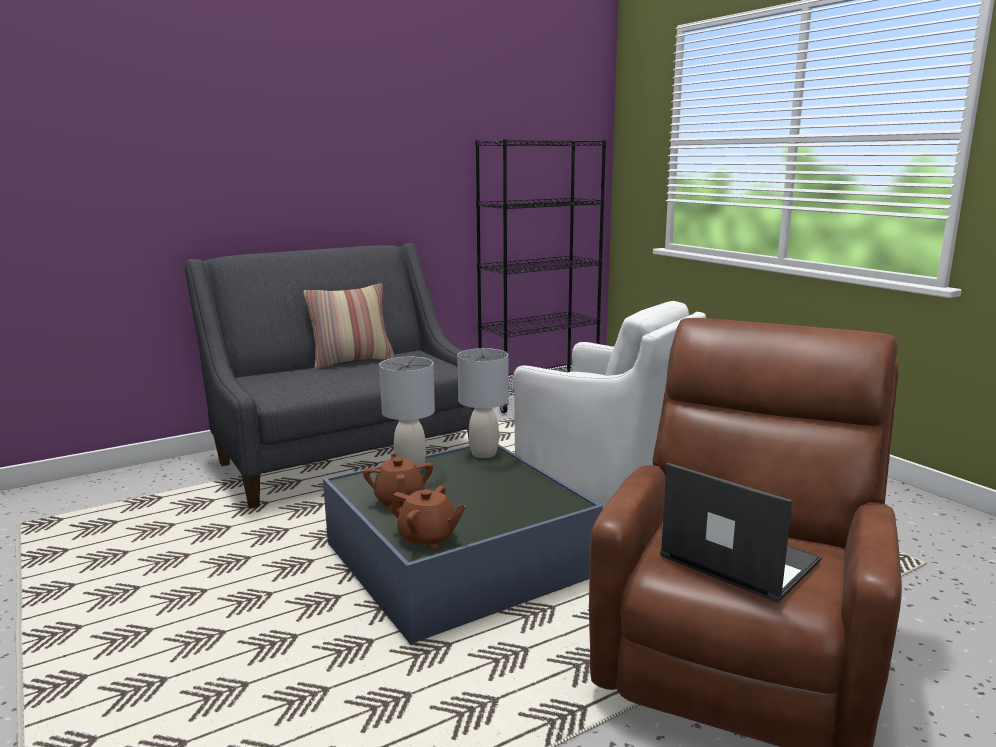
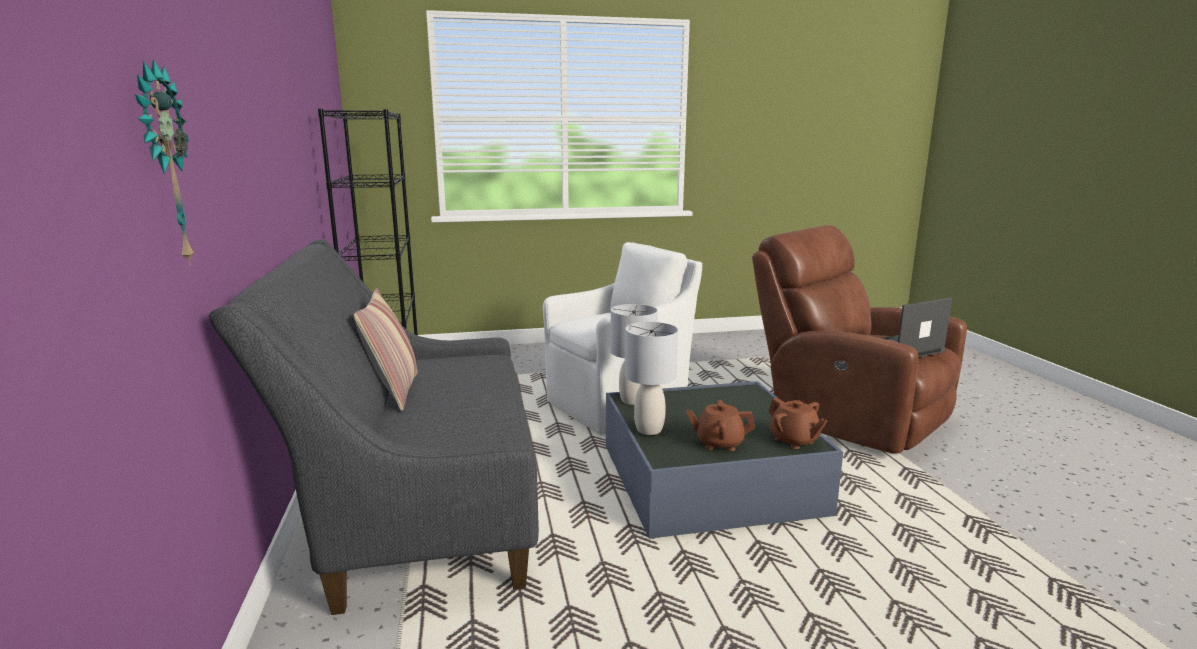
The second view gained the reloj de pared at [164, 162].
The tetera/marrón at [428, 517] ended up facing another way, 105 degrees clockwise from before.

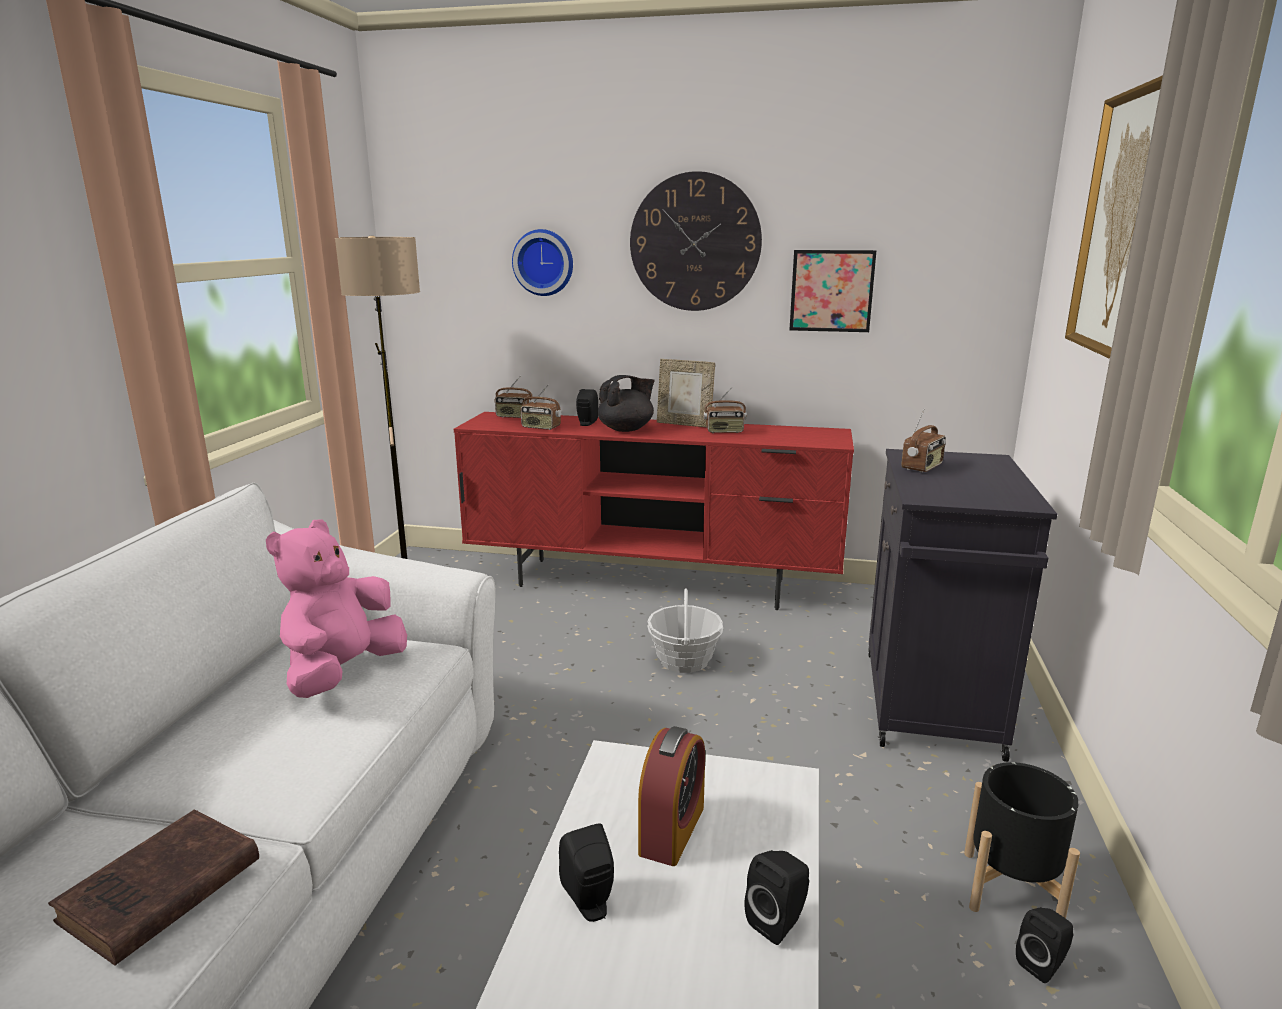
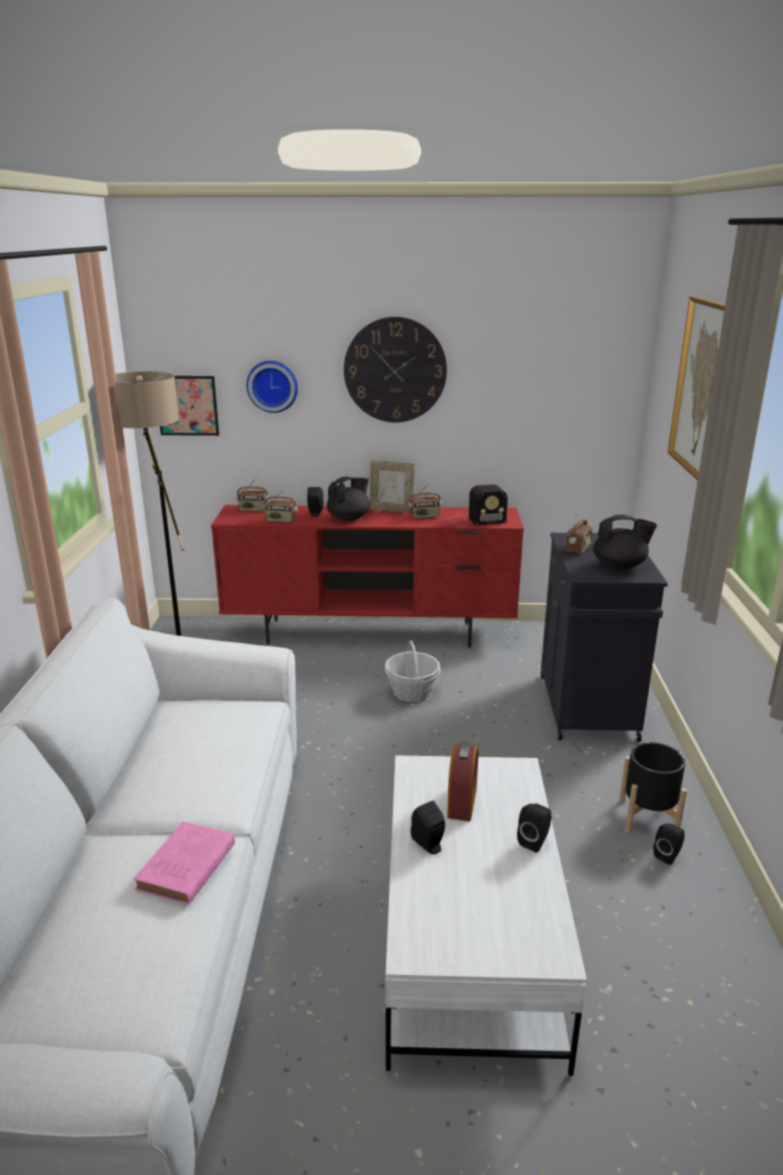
The second view lost the peluche/rosa at [336, 608].
The second view gained the radio at [478, 505].
The second view gained the tetera/negro at [625, 542].
The cuadro ended up elsewhere, having gone from [832, 291] to [189, 406].
What was the libro/marrón at [153, 888] turned into the libro/rosa at [184, 863].

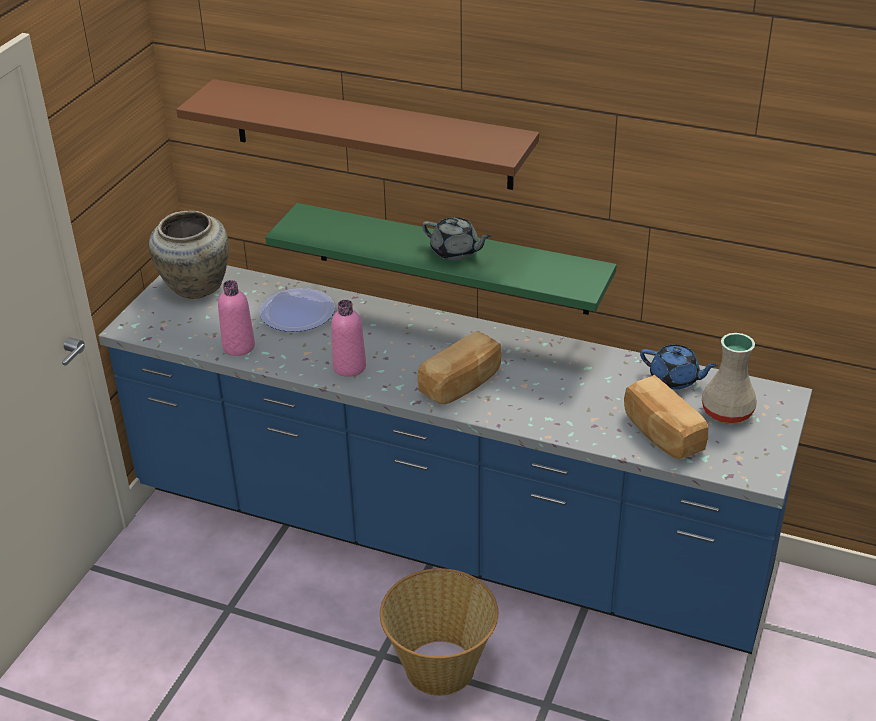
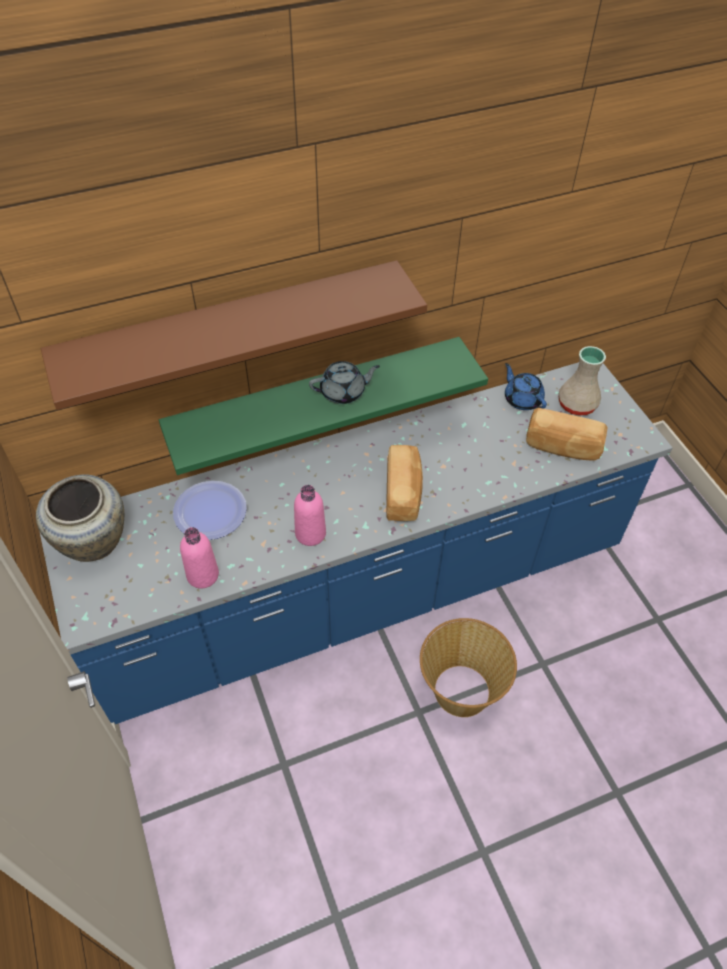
The tetera/azul at [679, 366] ended up facing another way, 105 degrees counterclockwise from before.

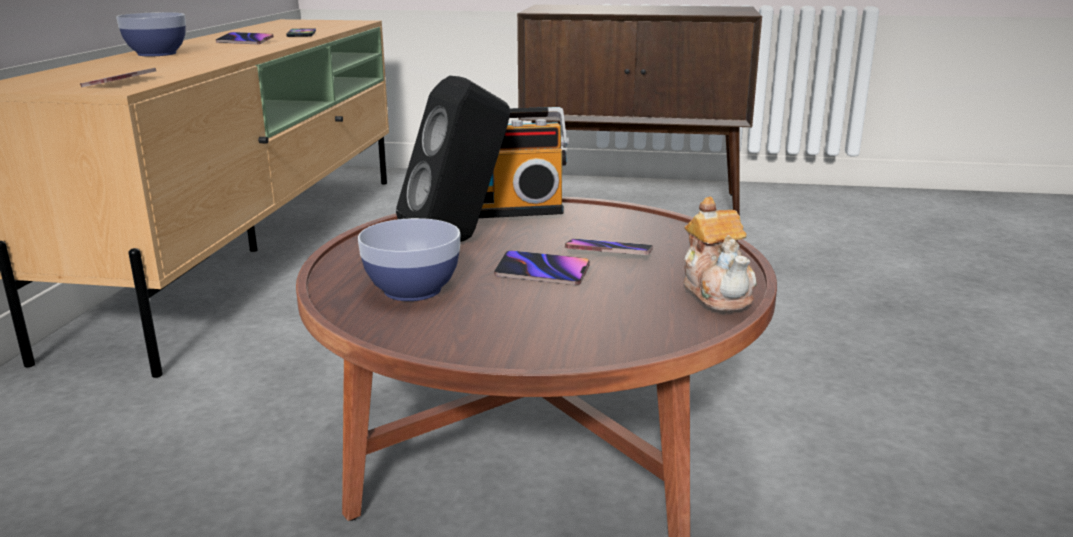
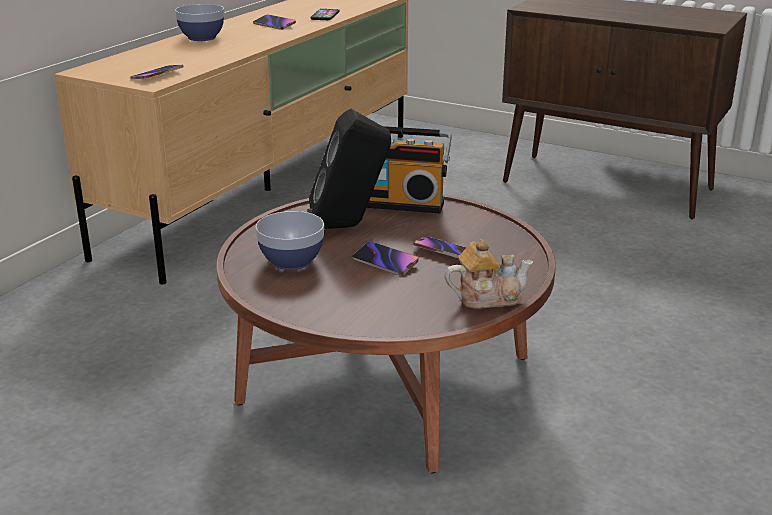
The tetera at [720, 253] ended up facing another way, 105 degrees counterclockwise from before.

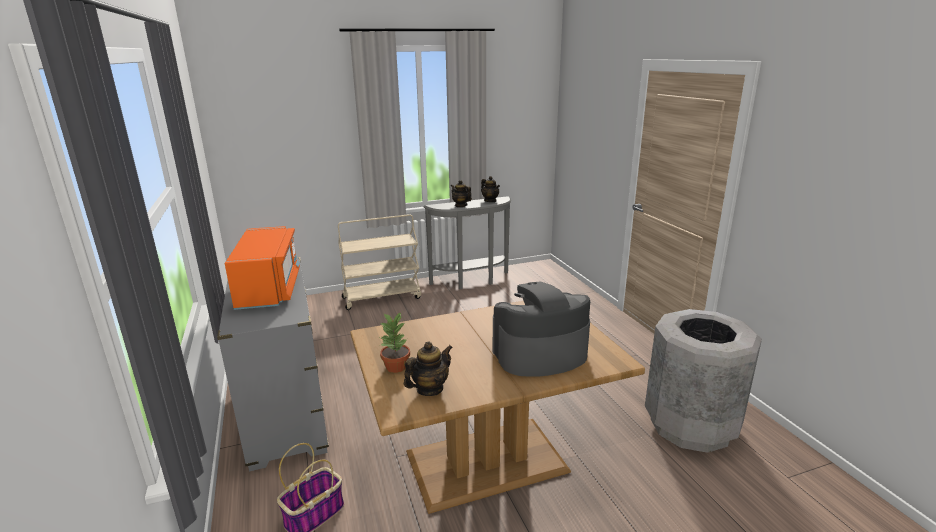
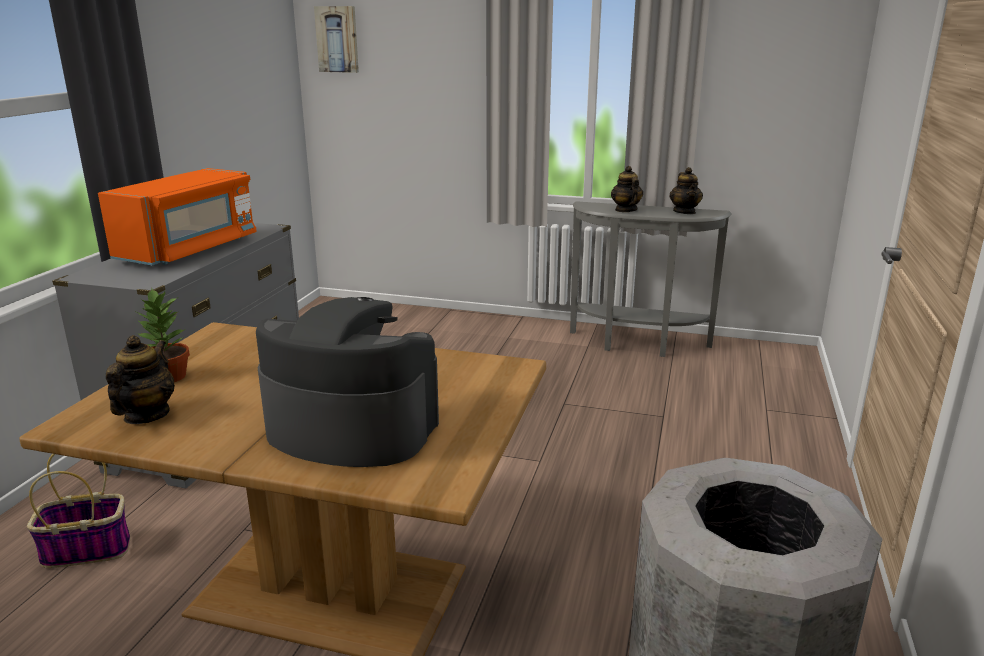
The second view lost the carrito/beis at [379, 262].
The second view gained the cuadro at [336, 39].
The tetera at [428, 368] ended up facing another way, 75 degrees counterclockwise from before.

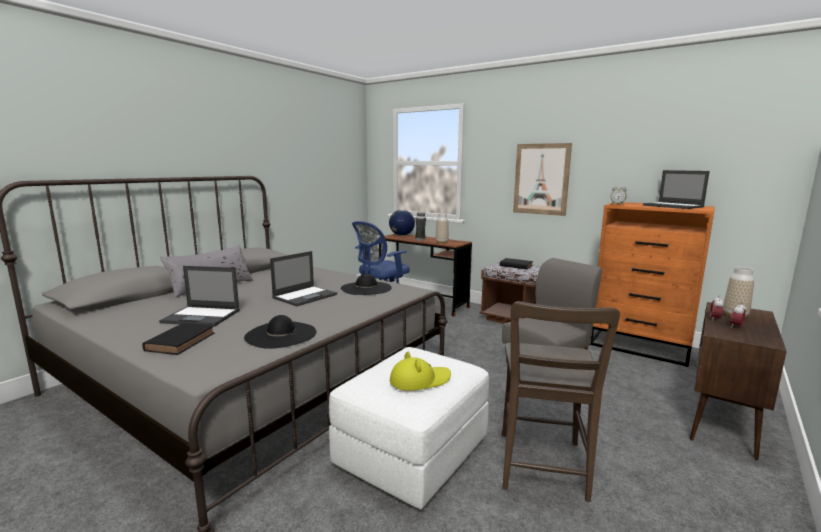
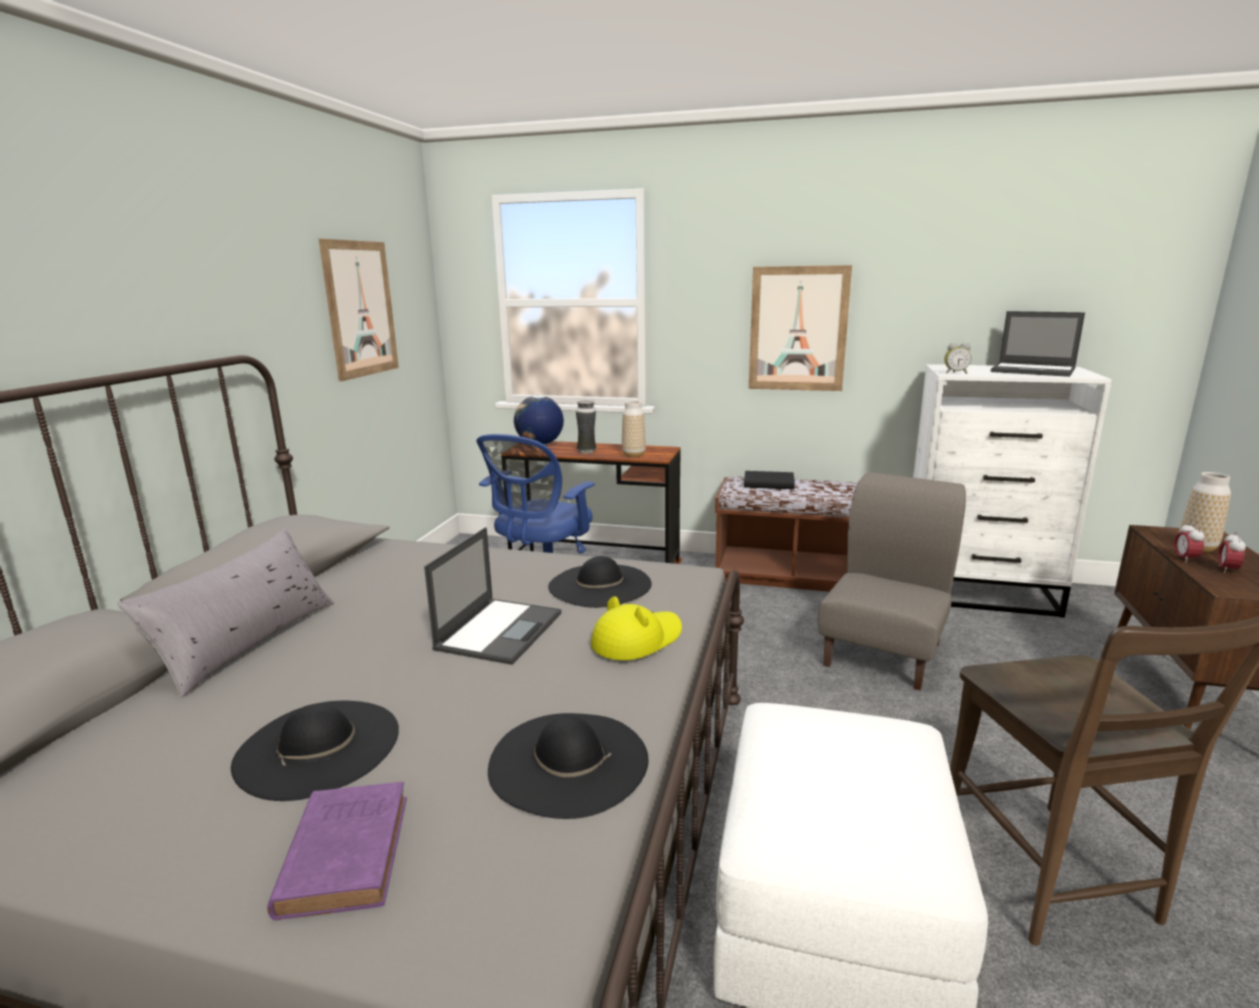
The second view gained the cuadro at [359, 310].
The sombrero/amarillo ended up elsewhere, having gone from [420, 371] to [636, 628].
Where the portátil stood at [199, 296], the sombrero/negro came to stand at [315, 750].
What was the libro/negro at [178, 339] turned into the libro/morado at [337, 851].
What was the cómoda/naranja at [652, 284] turned into the cómoda/blanco at [1012, 491].

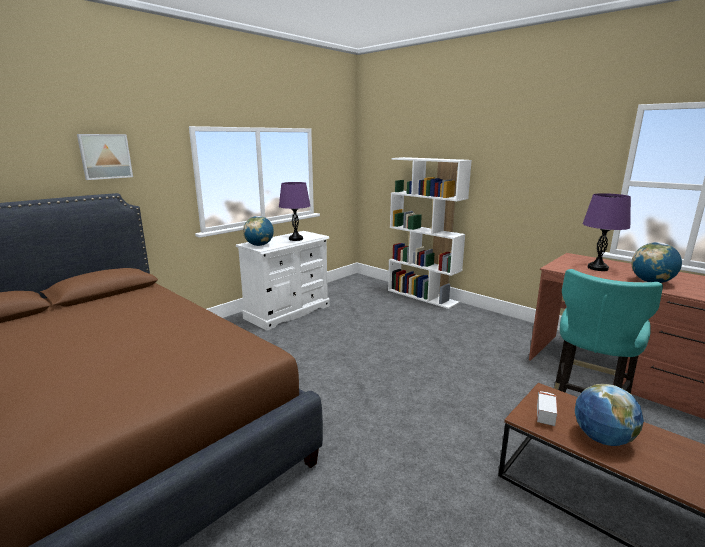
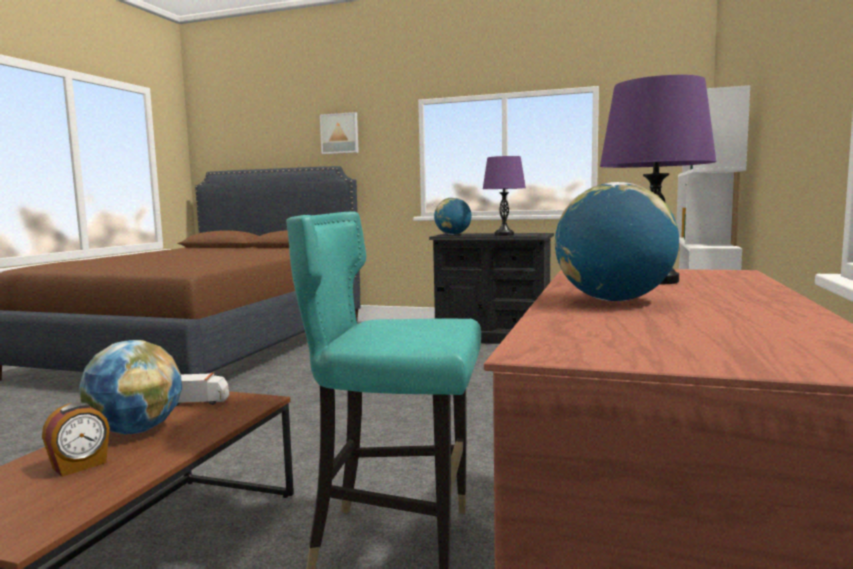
The second view gained the despertador at [76, 439].
What was the cómoda/blanco at [283, 281] turned into the cómoda/negro at [491, 288].

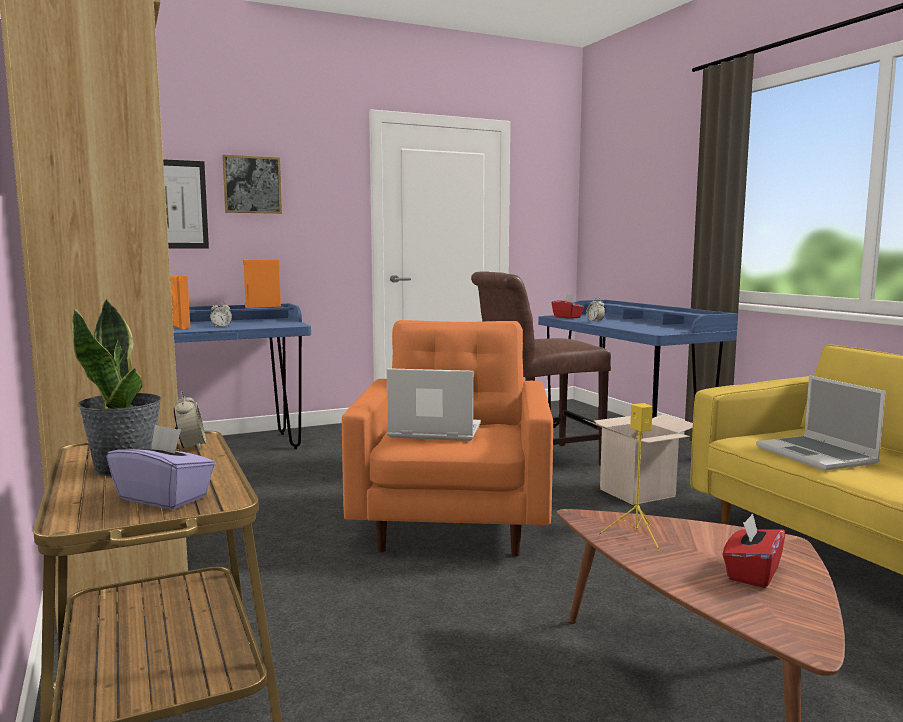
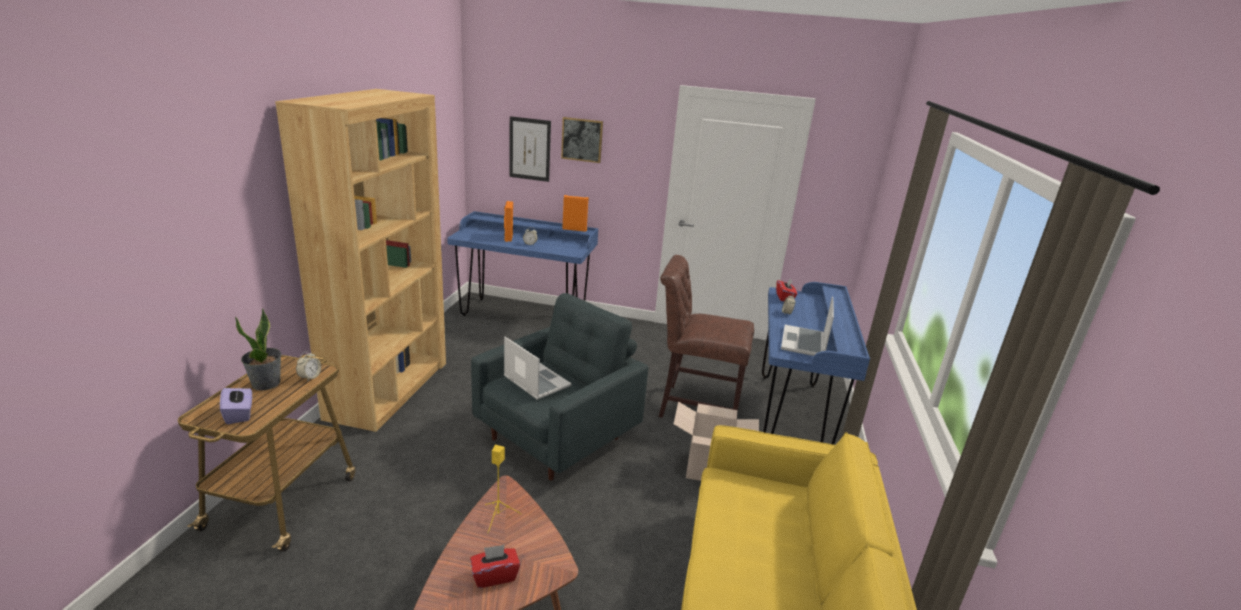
The portátil ended up elsewhere, having gone from [821, 423] to [807, 326].
What was the sillón/naranja at [447, 438] turned into the sillón/gris at [559, 386].

